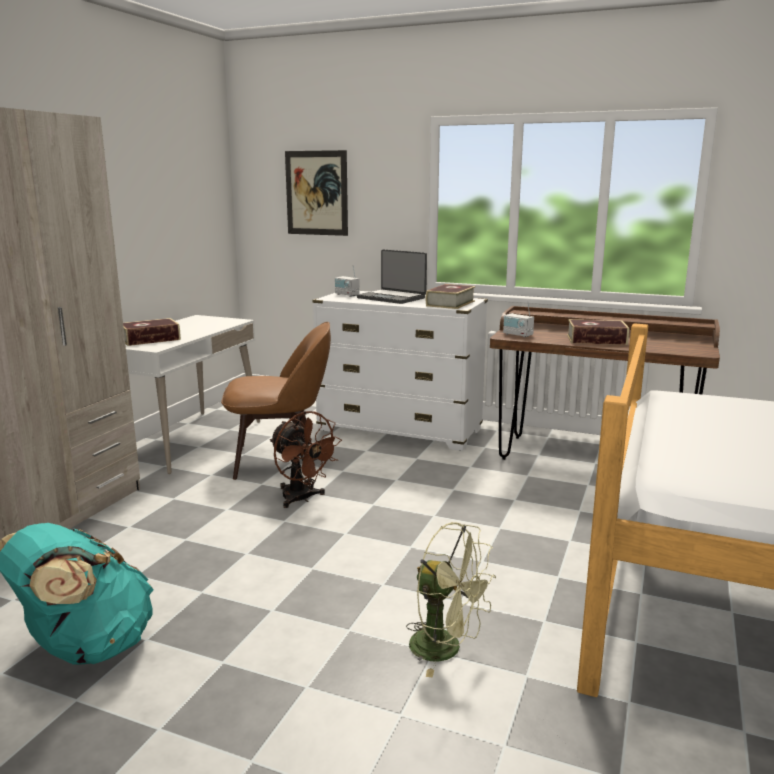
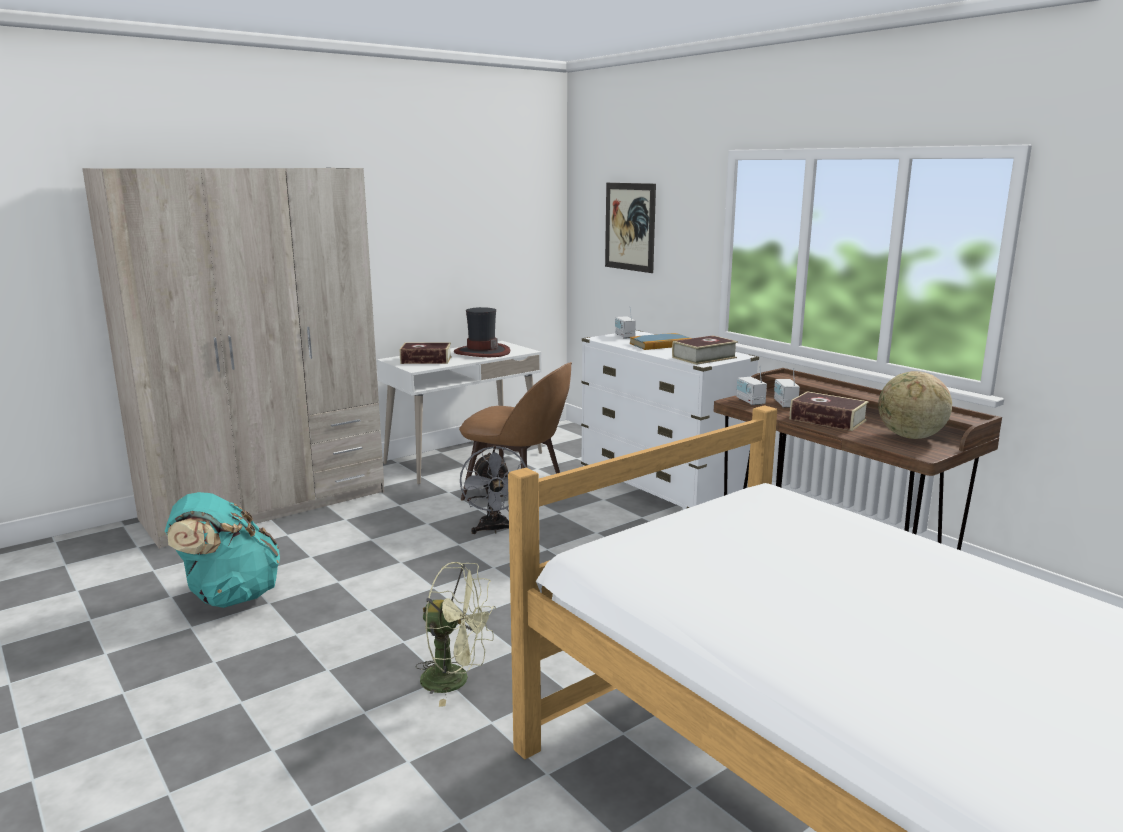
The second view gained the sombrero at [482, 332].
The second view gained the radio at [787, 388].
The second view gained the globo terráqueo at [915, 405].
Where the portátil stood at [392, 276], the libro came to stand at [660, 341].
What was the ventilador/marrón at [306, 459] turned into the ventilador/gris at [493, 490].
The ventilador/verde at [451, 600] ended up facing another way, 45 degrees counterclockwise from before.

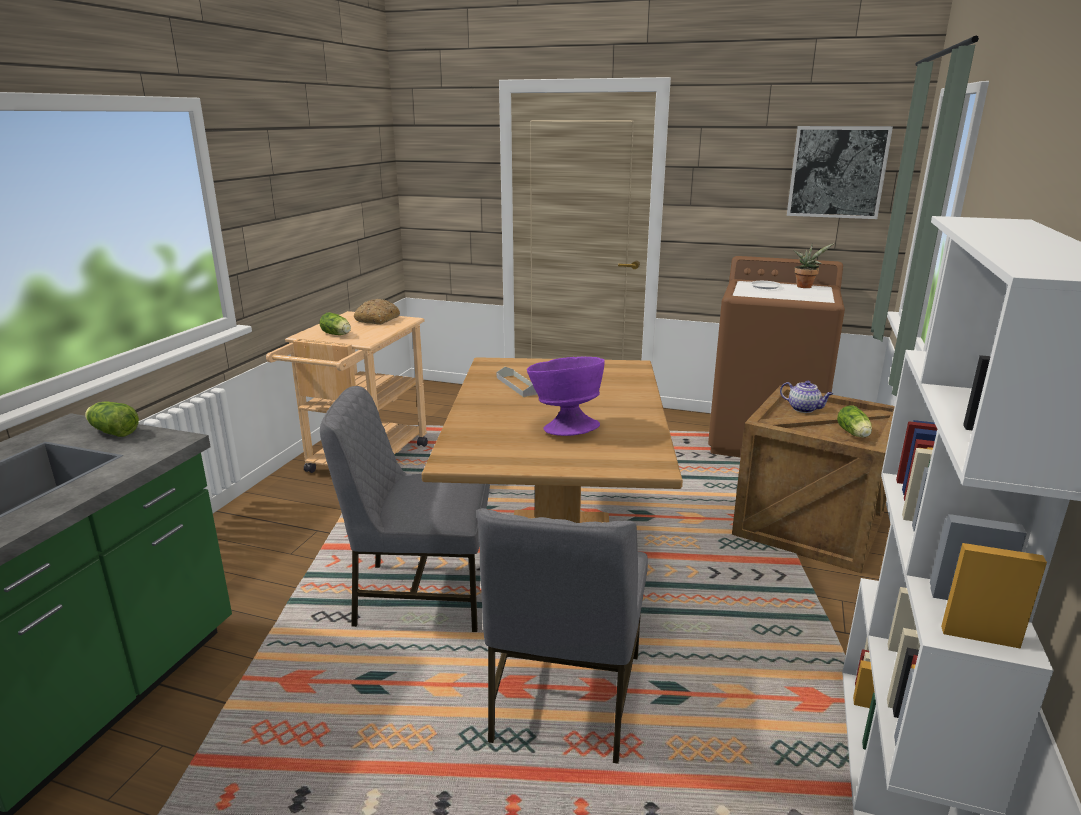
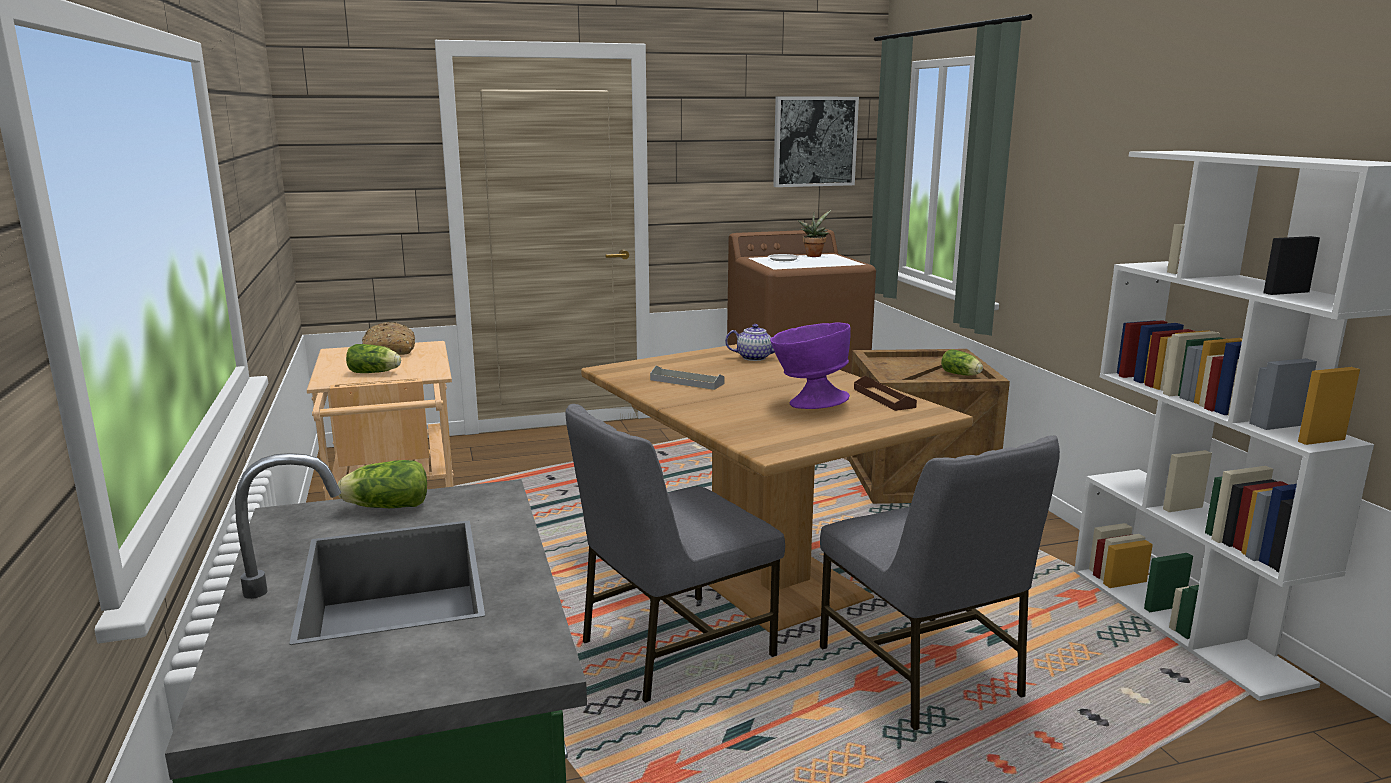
The second view gained the bandeja/marrón at [885, 393].
The tetera ended up elsewhere, having gone from [806, 396] to [750, 342].

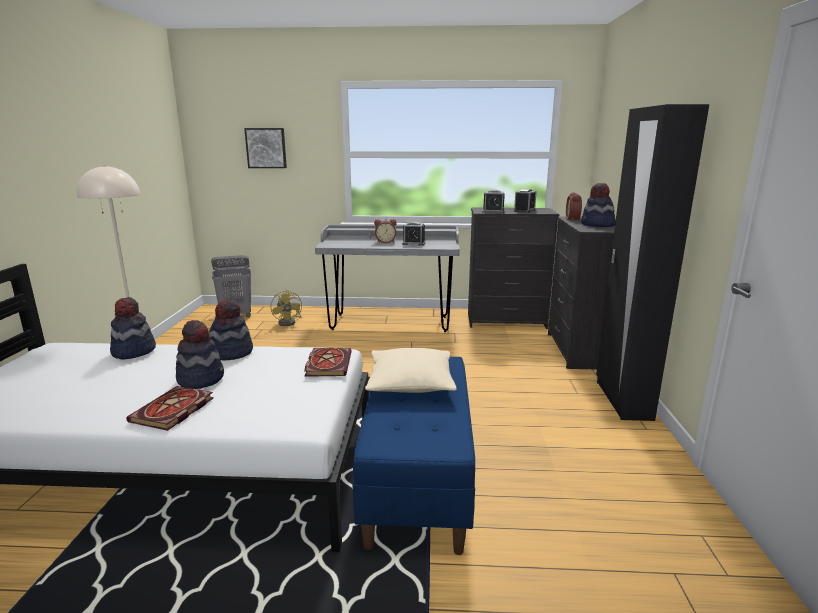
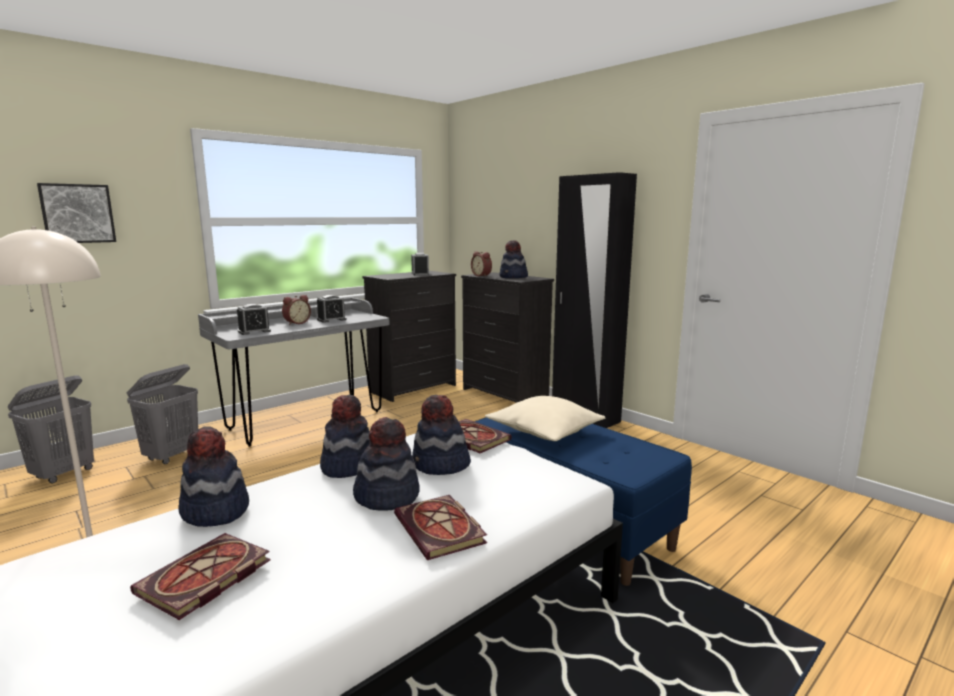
The second view gained the libro at [200, 576].
The second view gained the sombrero at [441, 435].
The despertador ended up elsewhere, having gone from [493, 201] to [254, 319].
Where the ventilador/amarillo stood at [286, 307], the cesto de la ropa/gris came to stand at [162, 414].

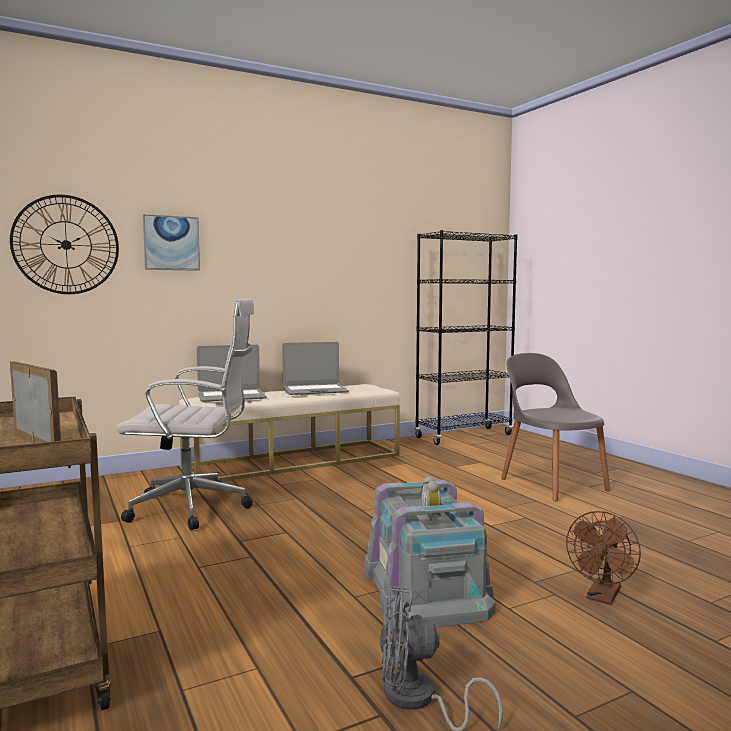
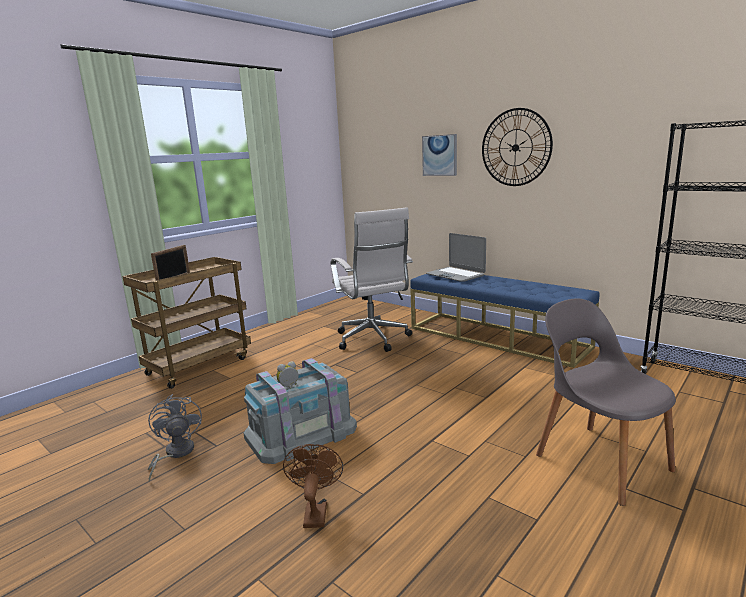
The second view lost the portátil at [315, 368].
The reloj de pared ended up elsewhere, having gone from [64, 244] to [517, 147].
What was the banco/beis at [289, 433] turned into the banco/azul at [505, 321].
The silla/gris at [555, 427] ended up facing another way, 75 degrees counterclockwise from before.
The ventilador/marrón at [603, 558] ended up facing another way, 75 degrees clockwise from before.

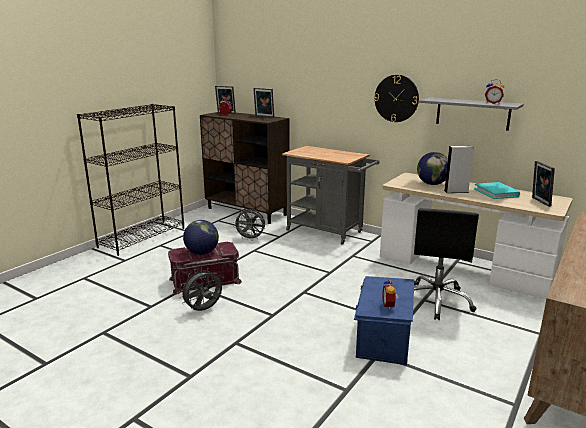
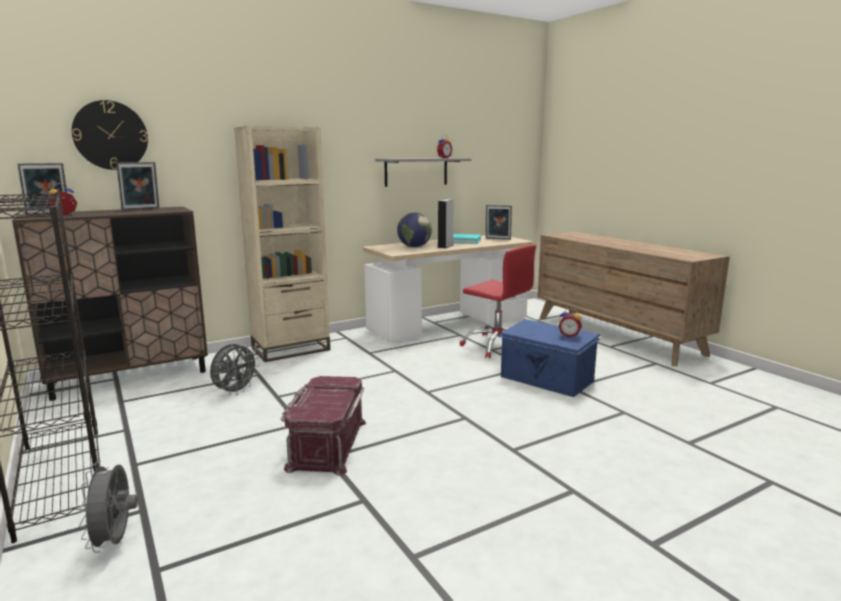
The second view lost the globo terráqueo at [201, 237].
The ventilador/gris ended up elsewhere, having gone from [200, 289] to [108, 507].
The reloj de pared ended up elsewhere, having gone from [396, 98] to [110, 135].
Where the carrito/gris stood at [330, 195], the estantería/beis came to stand at [282, 244].
What was the silla de oficina/negro at [446, 264] turned into the silla de oficina/rojo at [497, 301].

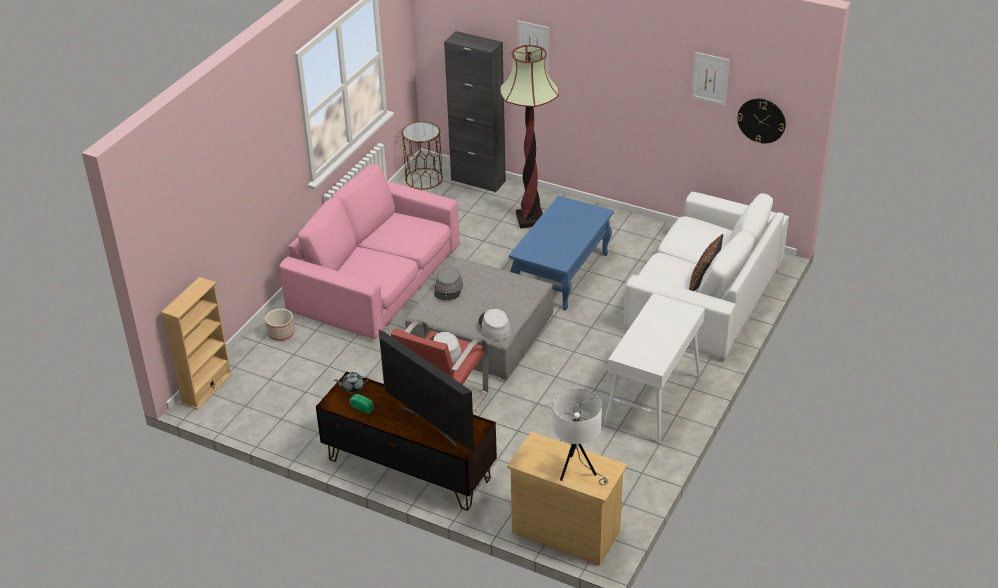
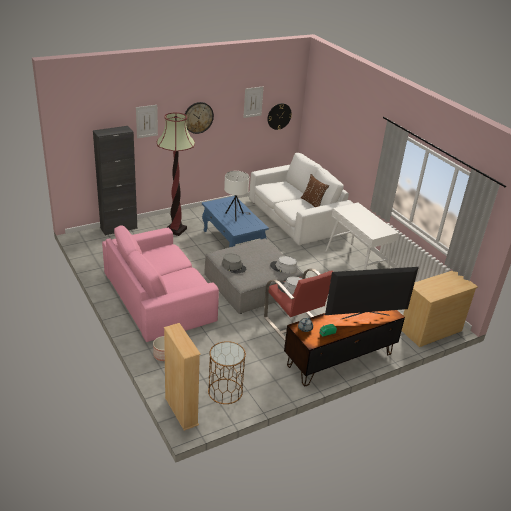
The second view gained the reloj de pared at [199, 118].
The mesa auxiliar/marrón ended up elsewhere, having gone from [422, 156] to [227, 372].
The lámpara de mesa/blanco ended up elsewhere, having gone from [580, 436] to [237, 196].

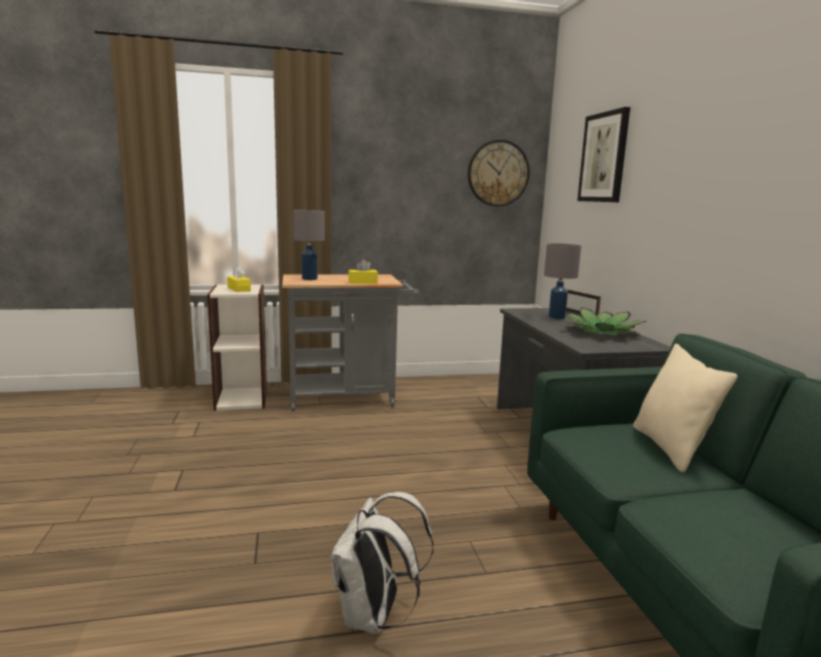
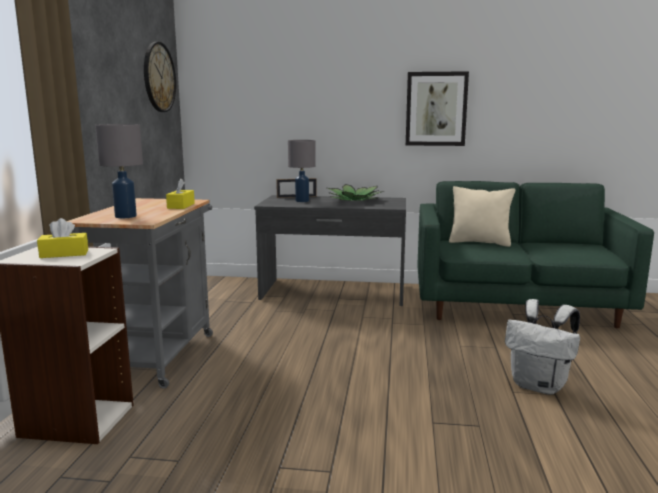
The cuadro ended up elsewhere, having gone from [603, 154] to [437, 108].

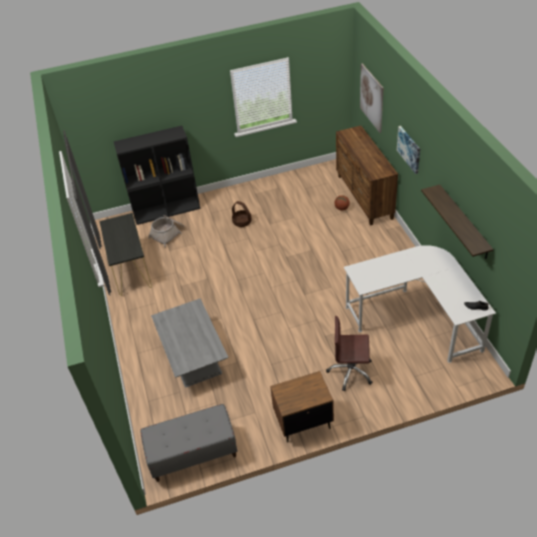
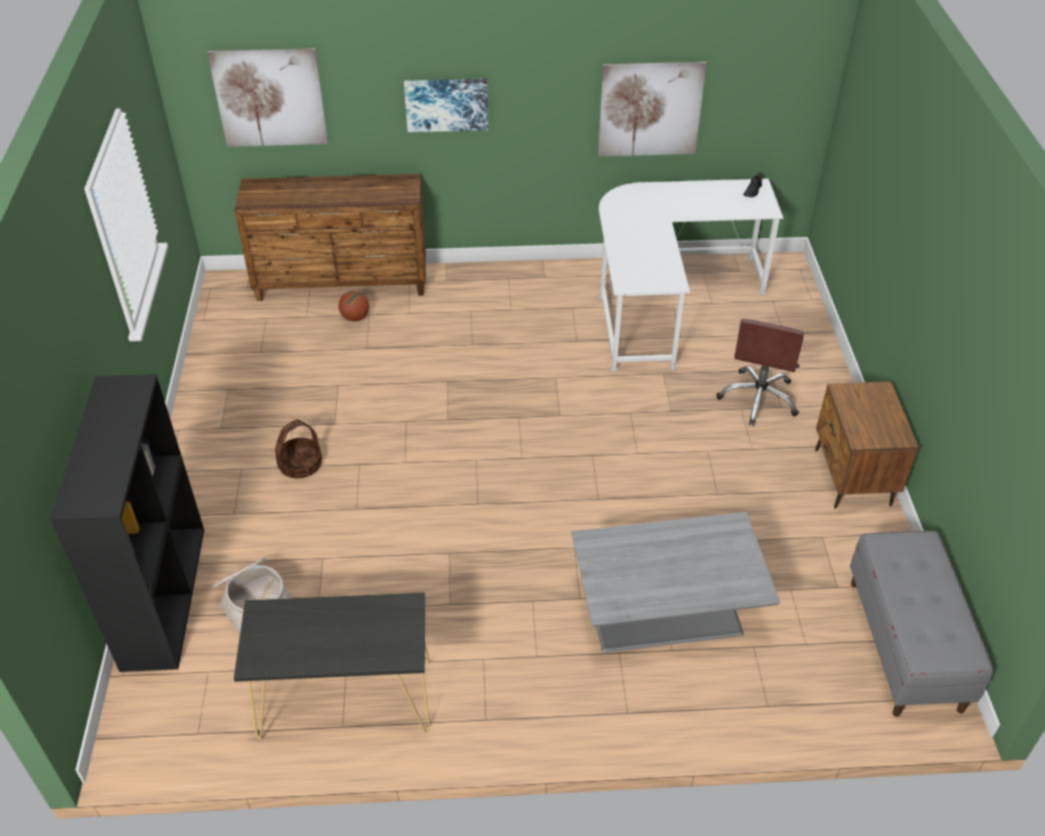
Where the estante hung at [457, 222], the cuadro came to hang at [652, 109].

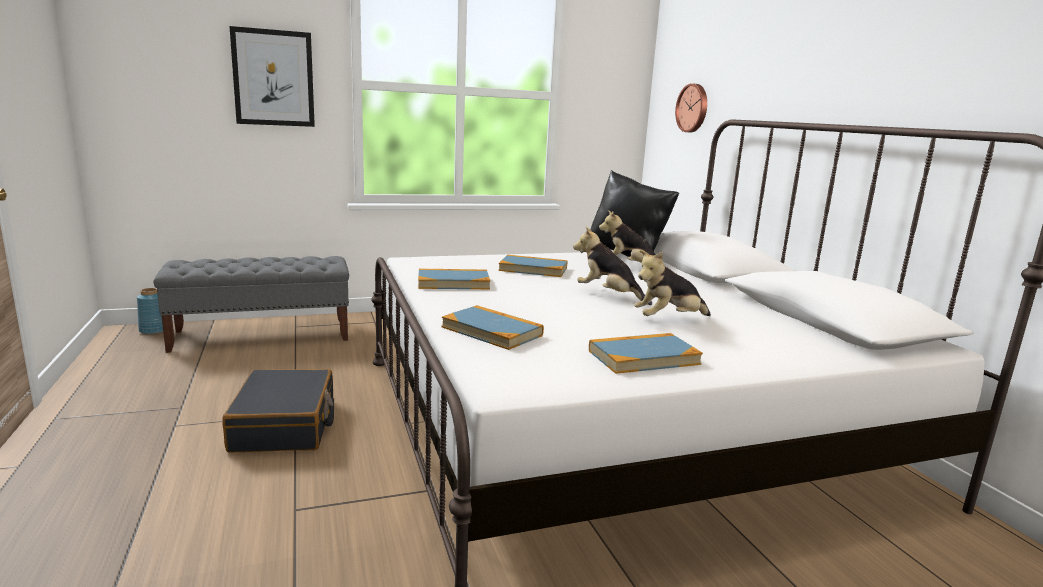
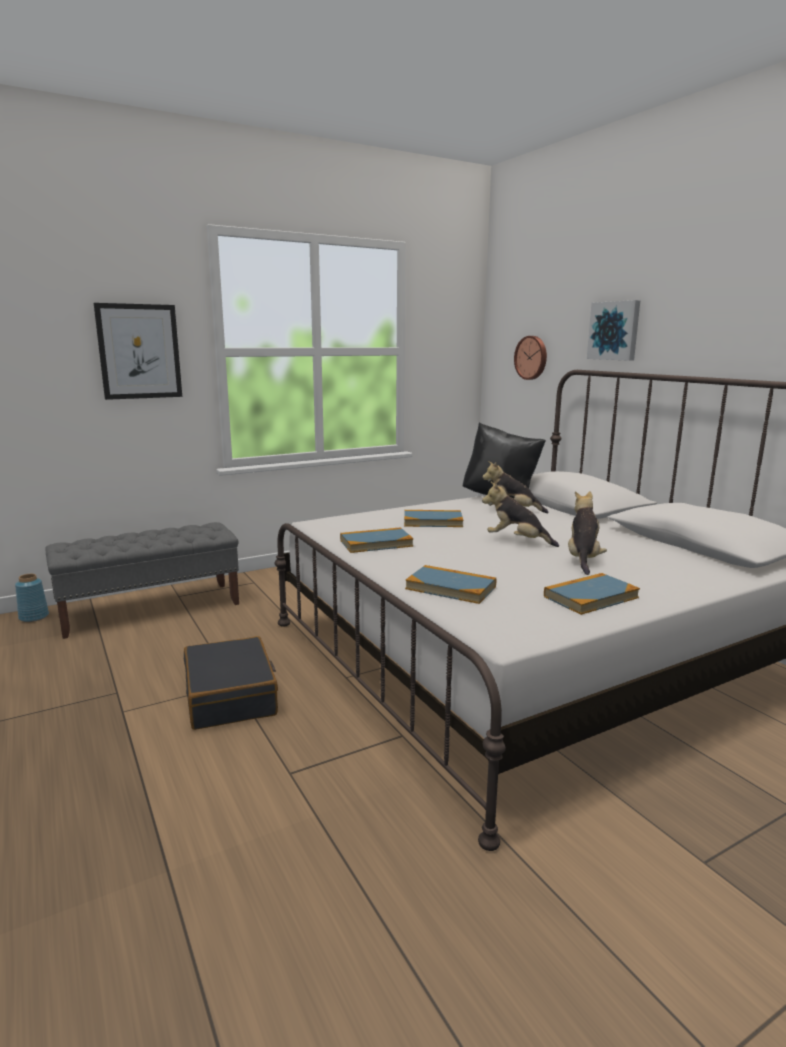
The second view gained the cuadro at [613, 330].
The peluche at [672, 283] ended up facing another way, 135 degrees clockwise from before.

